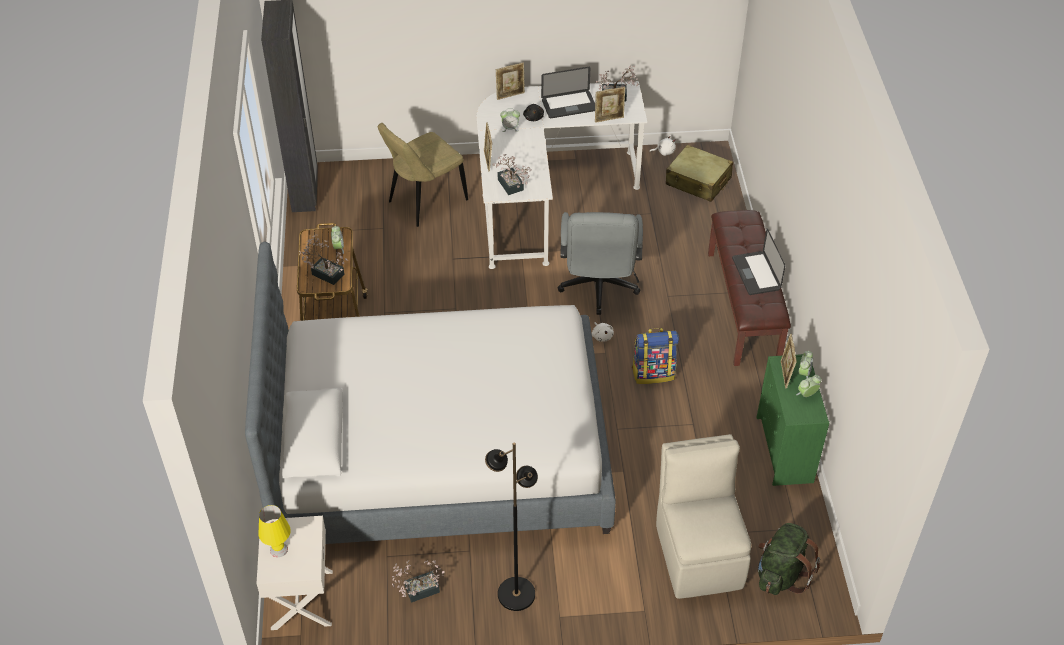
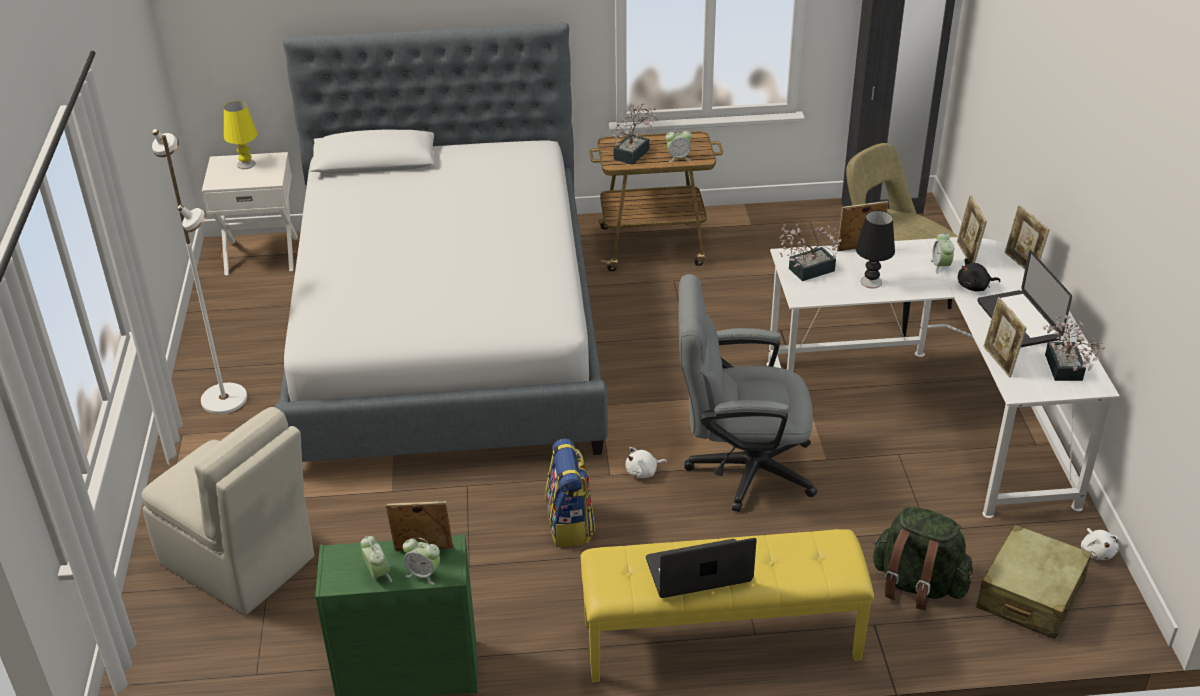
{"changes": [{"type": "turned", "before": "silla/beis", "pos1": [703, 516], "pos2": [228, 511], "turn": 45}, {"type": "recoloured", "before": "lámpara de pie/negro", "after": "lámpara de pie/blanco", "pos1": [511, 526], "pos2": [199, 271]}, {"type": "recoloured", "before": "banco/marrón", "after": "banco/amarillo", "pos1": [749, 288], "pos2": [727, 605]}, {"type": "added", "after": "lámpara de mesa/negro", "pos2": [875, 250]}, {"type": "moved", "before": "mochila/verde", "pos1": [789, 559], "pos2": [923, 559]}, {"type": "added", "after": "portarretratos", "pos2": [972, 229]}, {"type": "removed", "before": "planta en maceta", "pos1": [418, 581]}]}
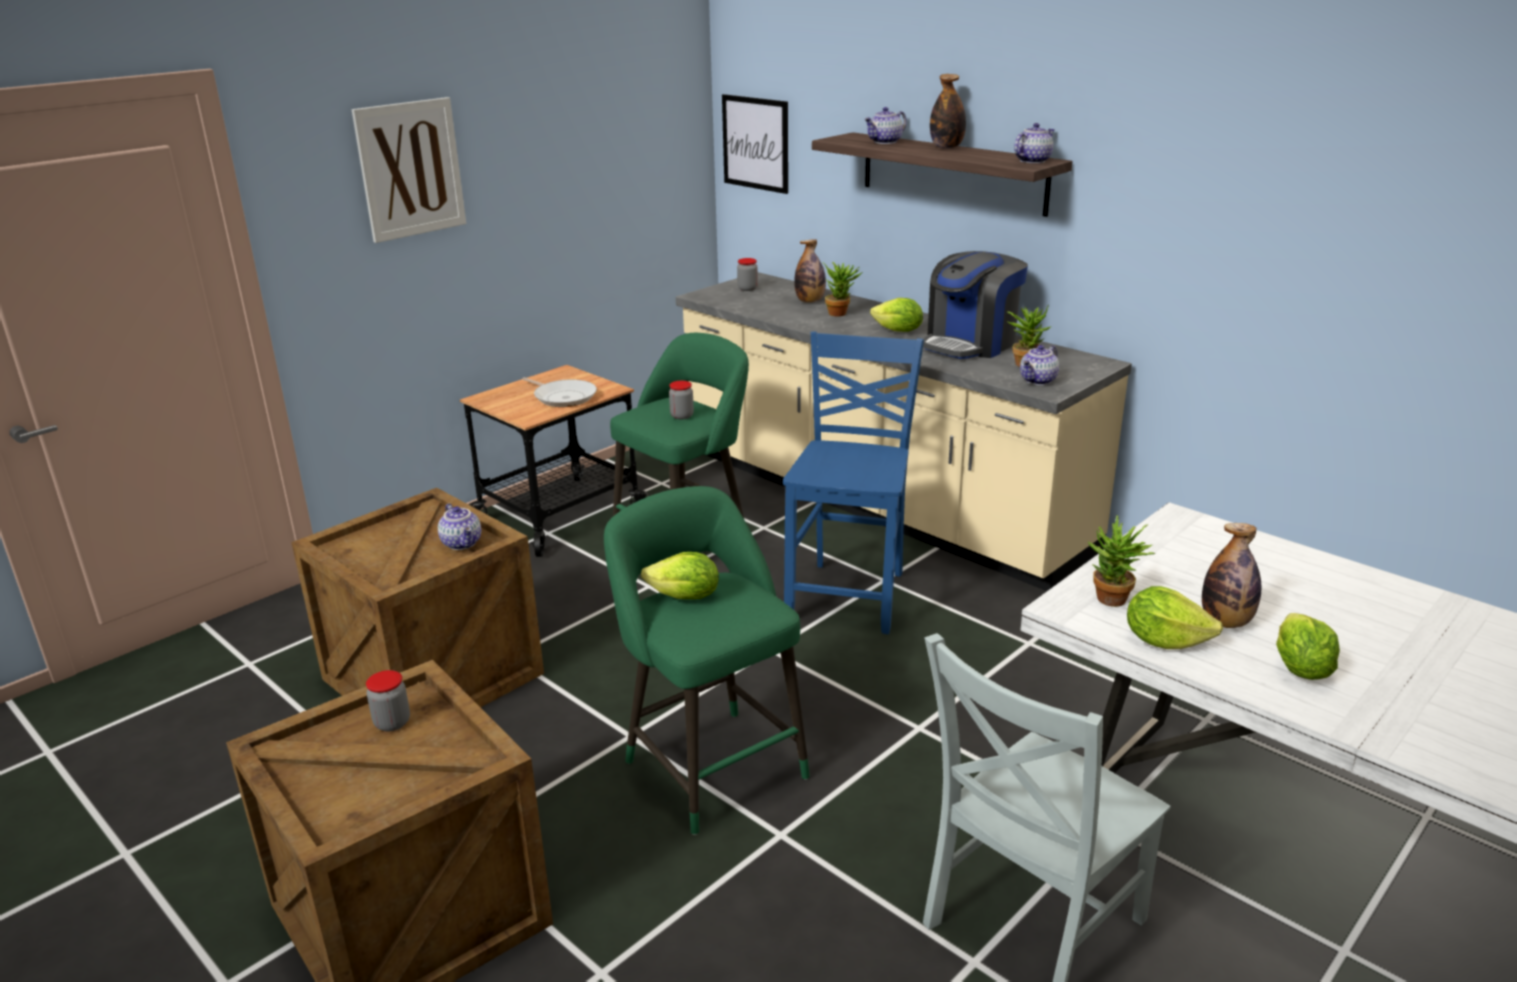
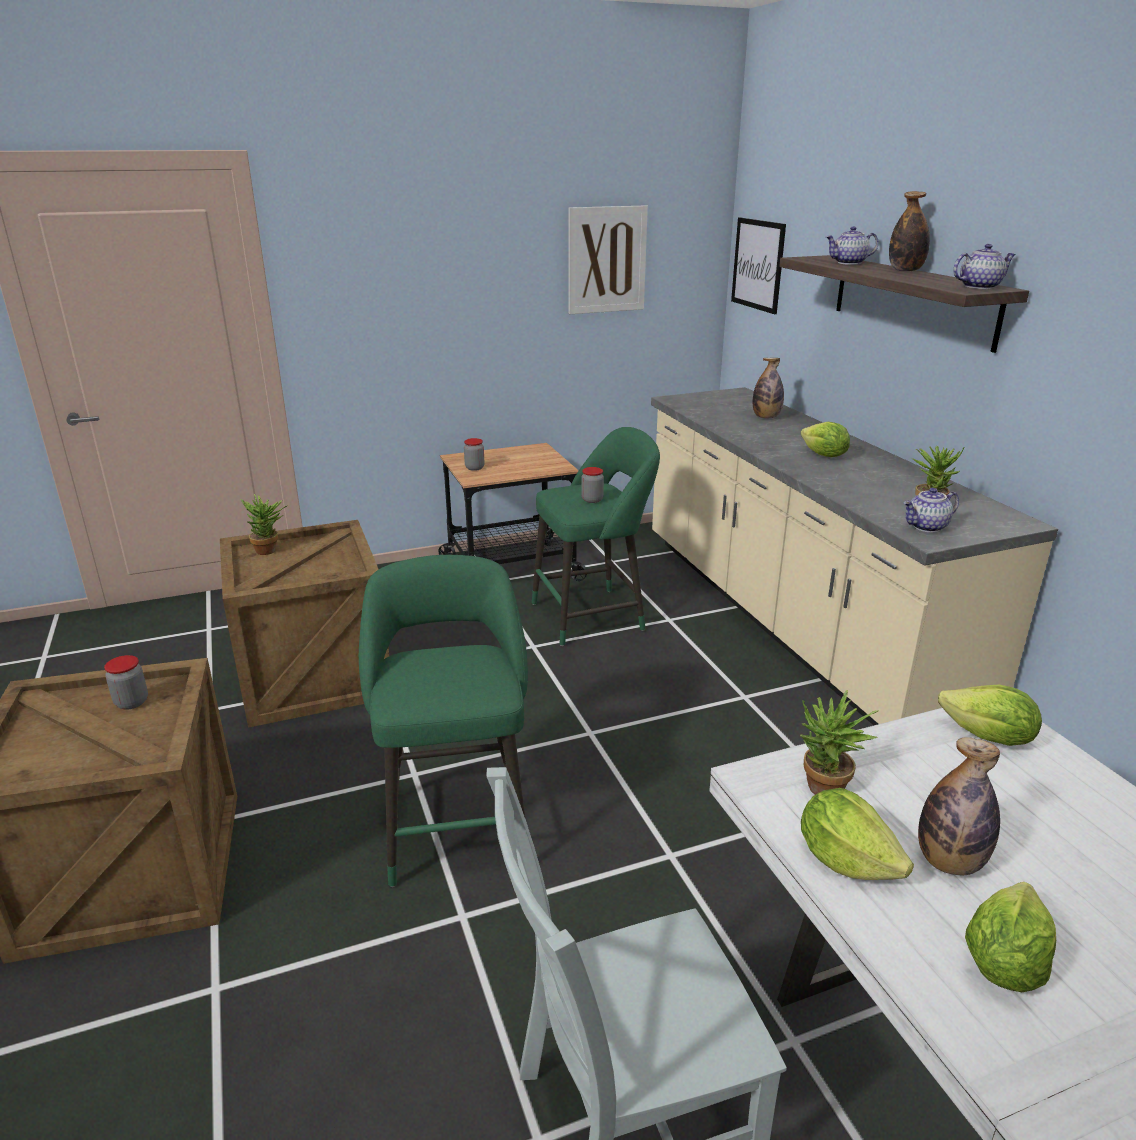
{"changes": [{"type": "moved", "before": "planta en maceta", "pos1": [842, 289], "pos2": [264, 524]}, {"type": "moved", "before": "tarro", "pos1": [747, 274], "pos2": [474, 454]}, {"type": "moved", "before": "cuadro", "pos1": [409, 170], "pos2": [608, 259]}, {"type": "moved", "before": "lechuga", "pos1": [680, 575], "pos2": [990, 715]}, {"type": "removed", "before": "tetera", "pos1": [459, 527]}, {"type": "removed", "before": "sartén", "pos1": [559, 392]}, {"type": "removed", "before": "silla/azul", "pos1": [853, 482]}, {"type": "removed", "before": "cafetera", "pos1": [975, 305]}]}
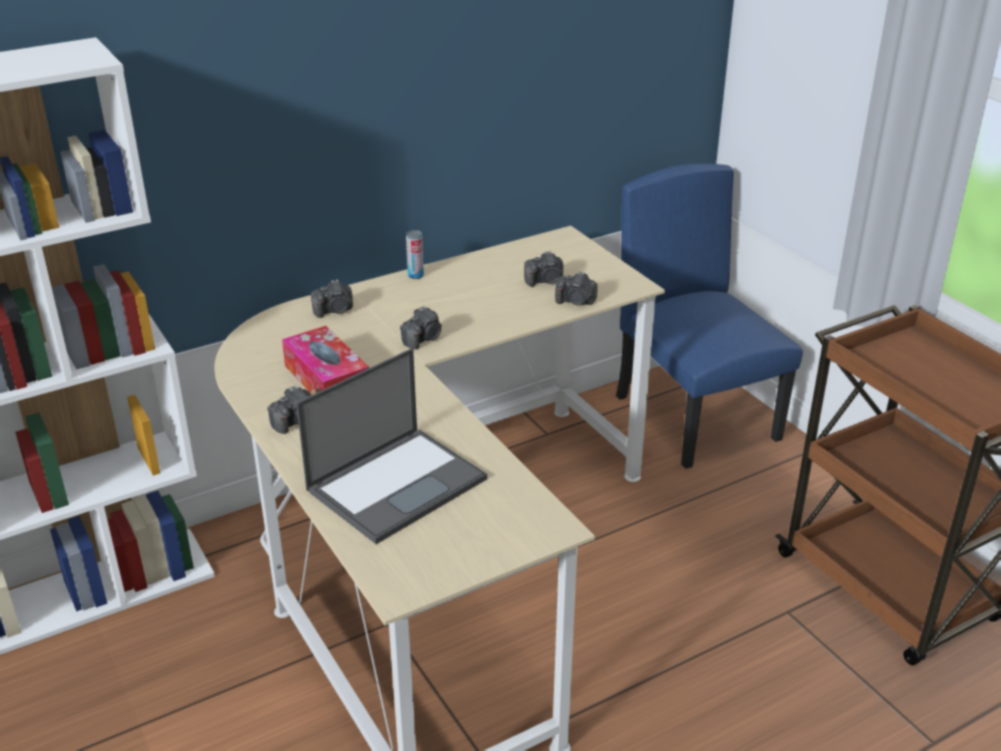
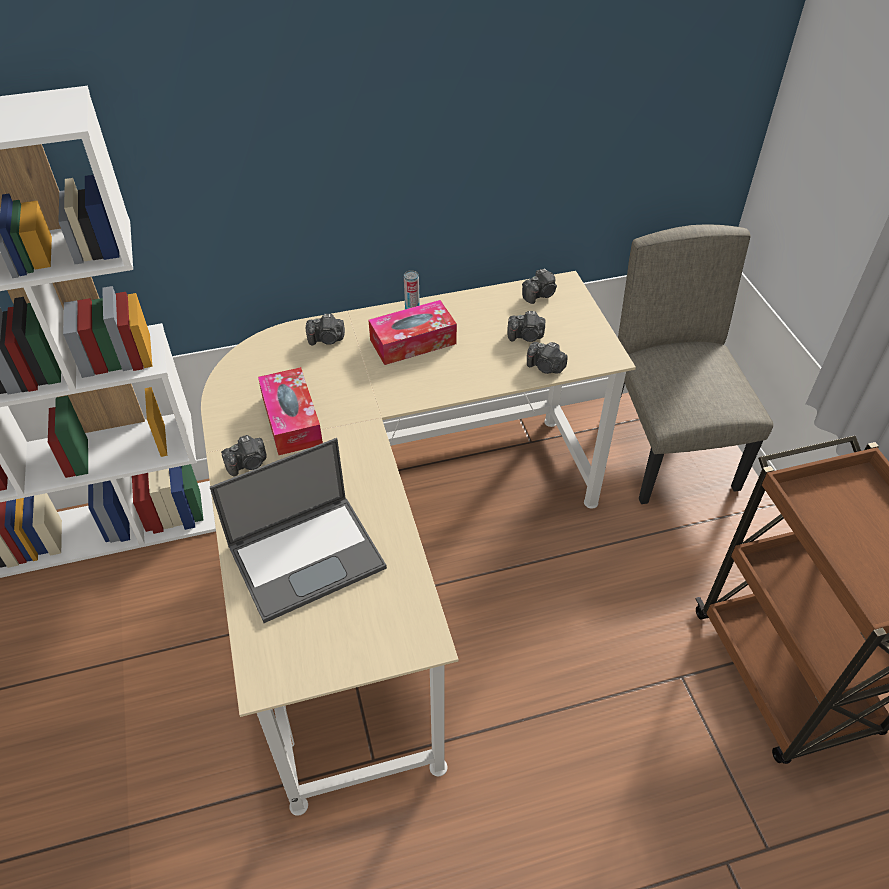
{"changes": [{"type": "added", "after": "caja de pañuelos", "pos2": [412, 332]}, {"type": "moved", "before": "cámara", "pos1": [421, 327], "pos2": [539, 286]}, {"type": "recoloured", "before": "silla/azul", "after": "silla/beis", "pos1": [709, 316], "pos2": [695, 364]}]}
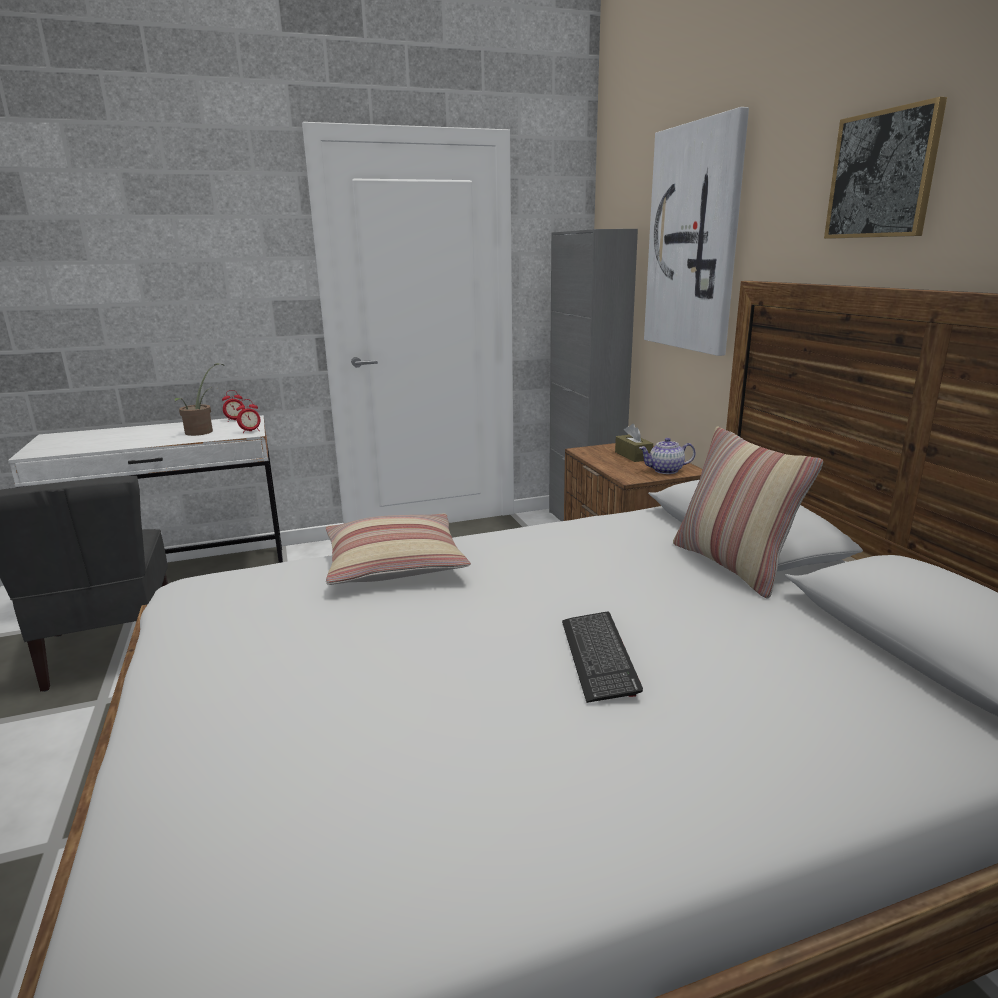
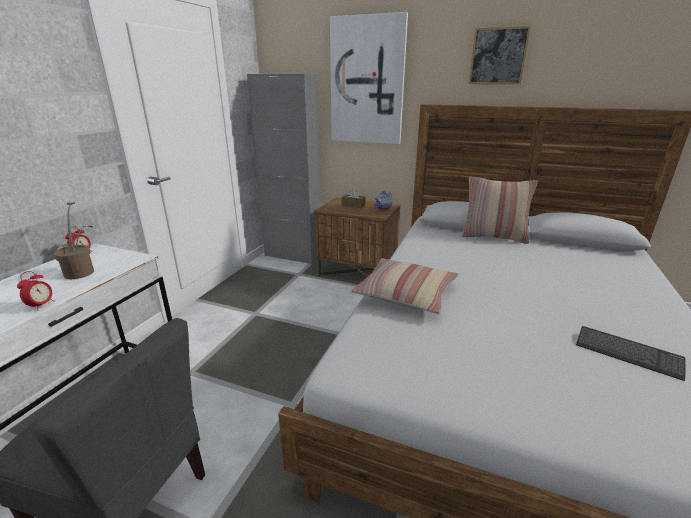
{"changes": [{"type": "moved", "before": "despertador", "pos1": [248, 416], "pos2": [35, 291]}, {"type": "moved", "before": "teclado", "pos1": [602, 657], "pos2": [631, 353]}]}
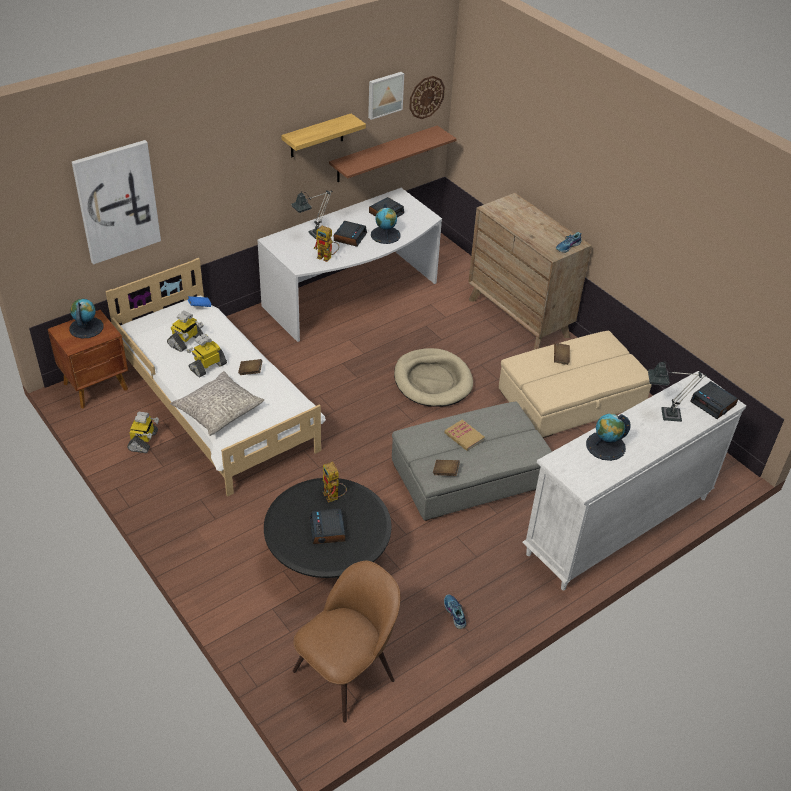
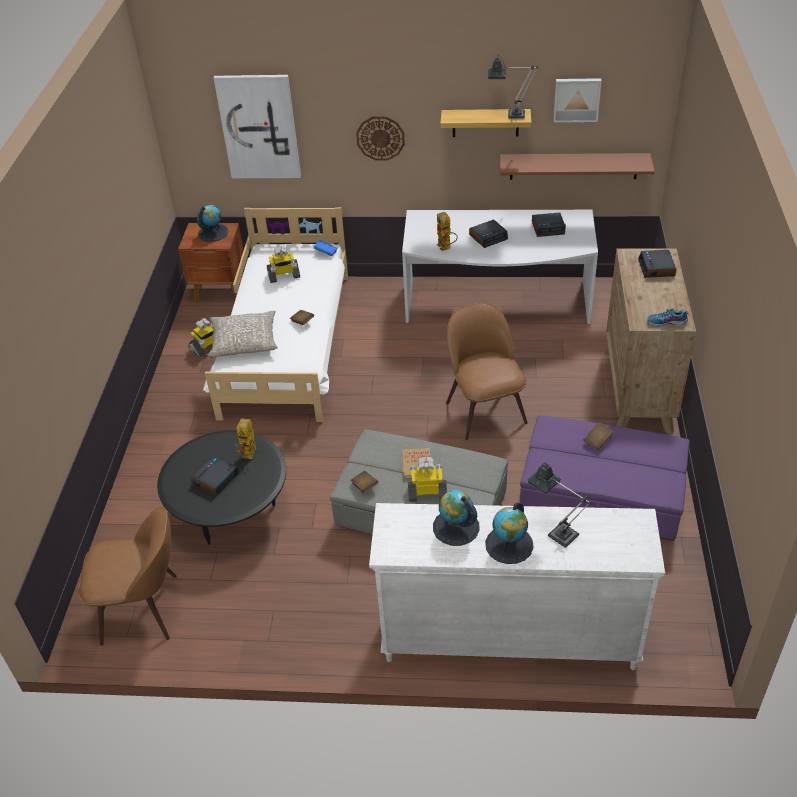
{"changes": [{"type": "moved", "before": "reloj de pared", "pos1": [427, 97], "pos2": [380, 138]}, {"type": "moved", "before": "robot de juguete", "pos1": [207, 355], "pos2": [427, 479]}, {"type": "replaced", "before": "cama para perro/beis", "after": "silla/marrón", "pos1": [433, 377], "pos2": [487, 371]}, {"type": "moved", "before": "globo terráqueo", "pos1": [386, 223], "pos2": [509, 533]}, {"type": "moved", "before": "lámpara de mesa", "pos1": [311, 214], "pos2": [513, 87]}, {"type": "recoloured", "before": "puf/beis", "after": "puf/morado", "pos1": [575, 384], "pos2": [605, 478]}, {"type": "moved", "before": "despertador", "pos1": [714, 400], "pos2": [657, 264]}, {"type": "removed", "before": "zapato", "pos1": [455, 611]}]}
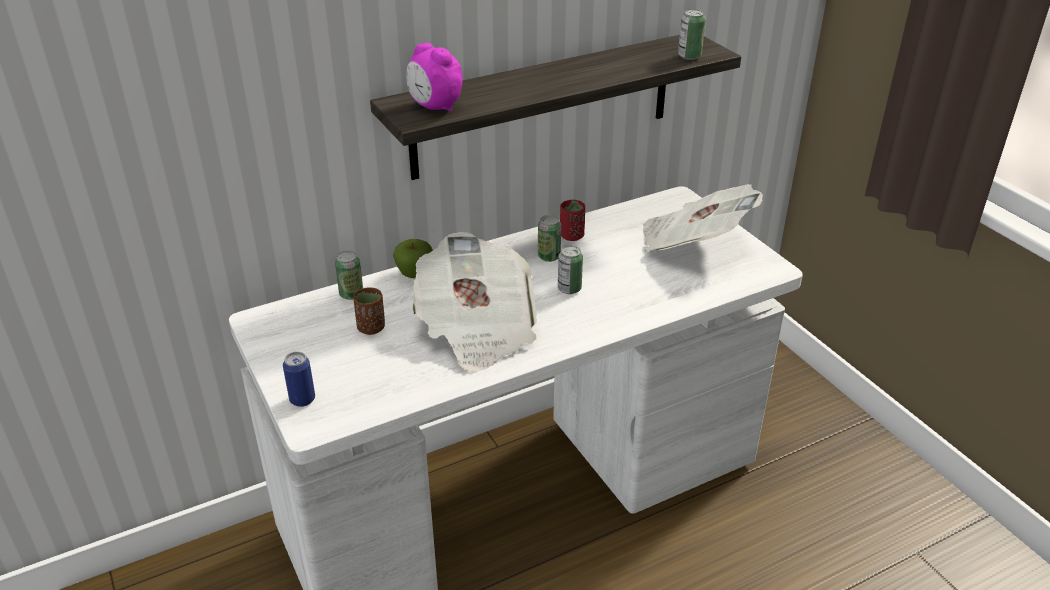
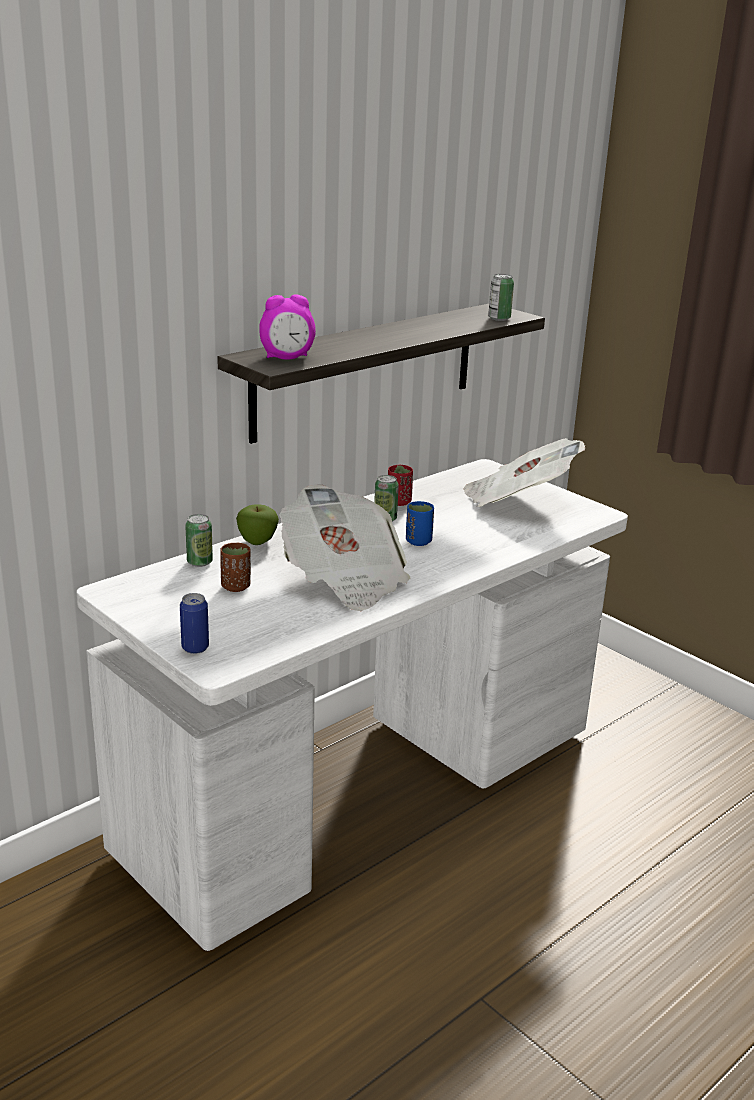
{"changes": [{"type": "turned", "before": "despertador", "pos1": [434, 77], "pos2": [287, 327], "turn": -45}, {"type": "replaced", "before": "lata", "after": "taza/azul", "pos1": [570, 270], "pos2": [420, 523]}]}
